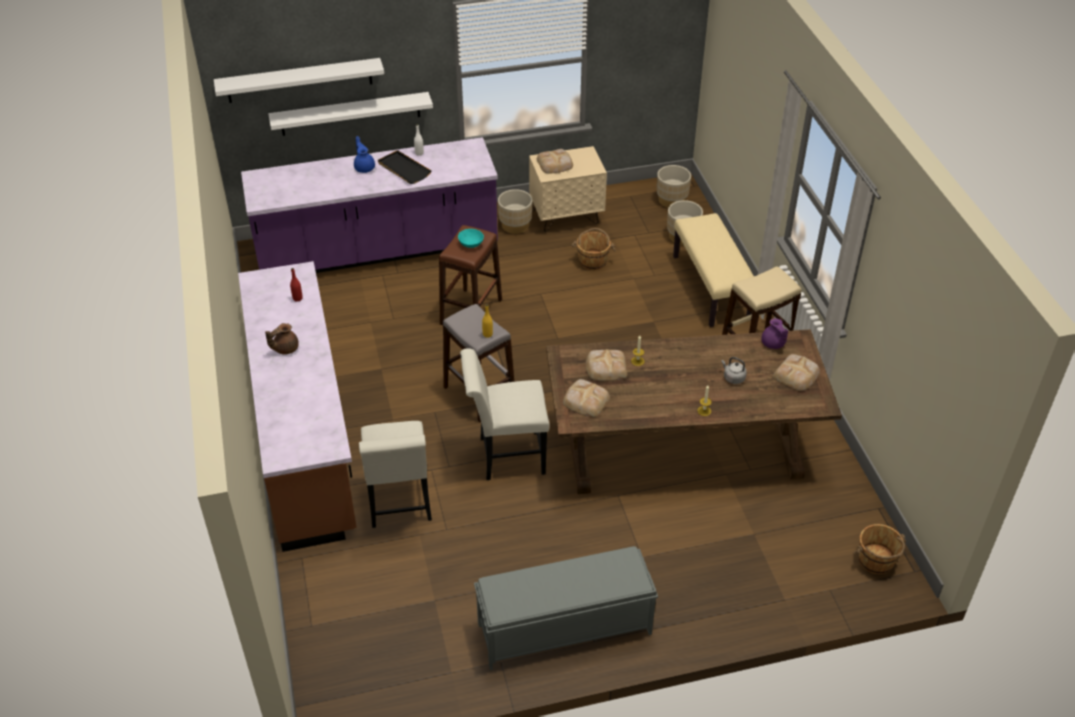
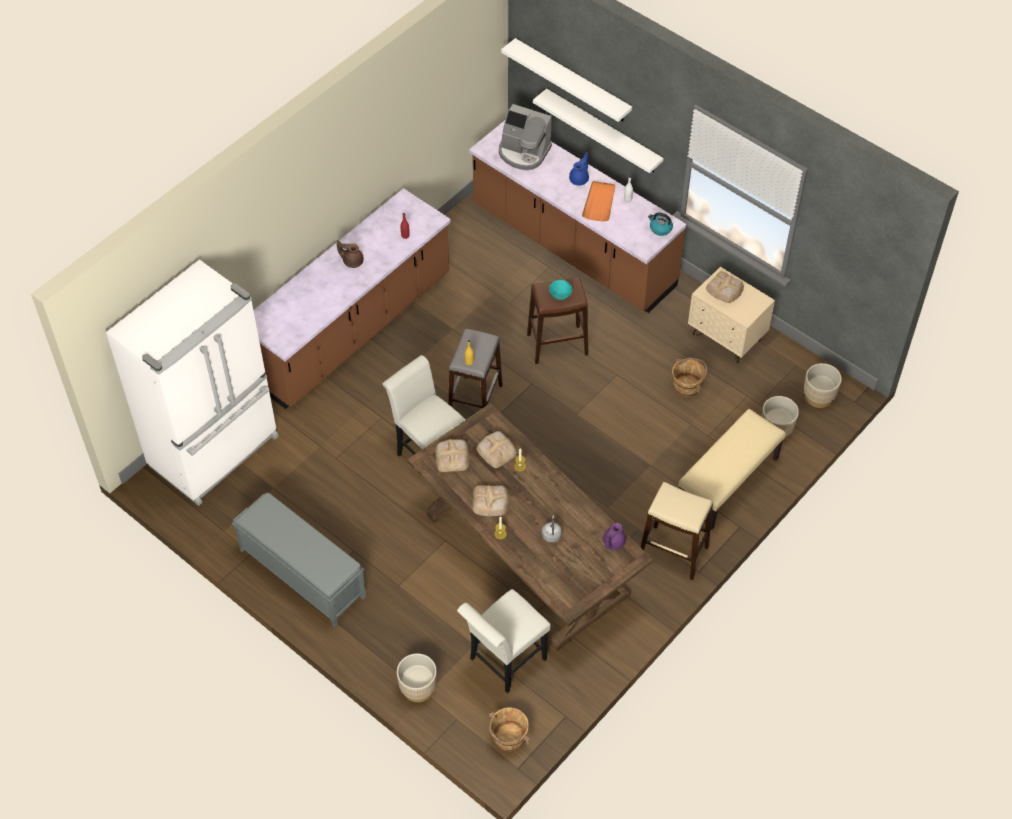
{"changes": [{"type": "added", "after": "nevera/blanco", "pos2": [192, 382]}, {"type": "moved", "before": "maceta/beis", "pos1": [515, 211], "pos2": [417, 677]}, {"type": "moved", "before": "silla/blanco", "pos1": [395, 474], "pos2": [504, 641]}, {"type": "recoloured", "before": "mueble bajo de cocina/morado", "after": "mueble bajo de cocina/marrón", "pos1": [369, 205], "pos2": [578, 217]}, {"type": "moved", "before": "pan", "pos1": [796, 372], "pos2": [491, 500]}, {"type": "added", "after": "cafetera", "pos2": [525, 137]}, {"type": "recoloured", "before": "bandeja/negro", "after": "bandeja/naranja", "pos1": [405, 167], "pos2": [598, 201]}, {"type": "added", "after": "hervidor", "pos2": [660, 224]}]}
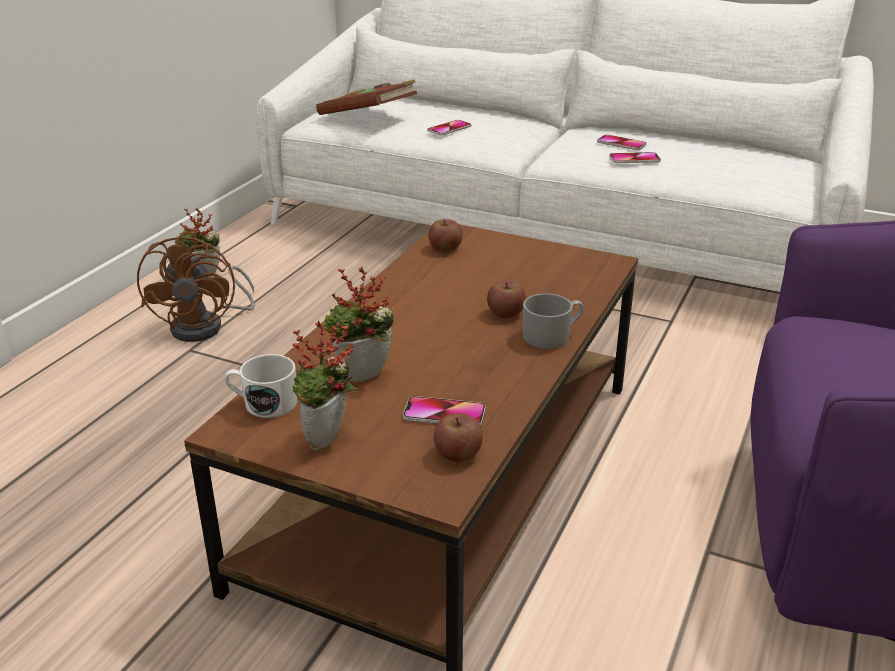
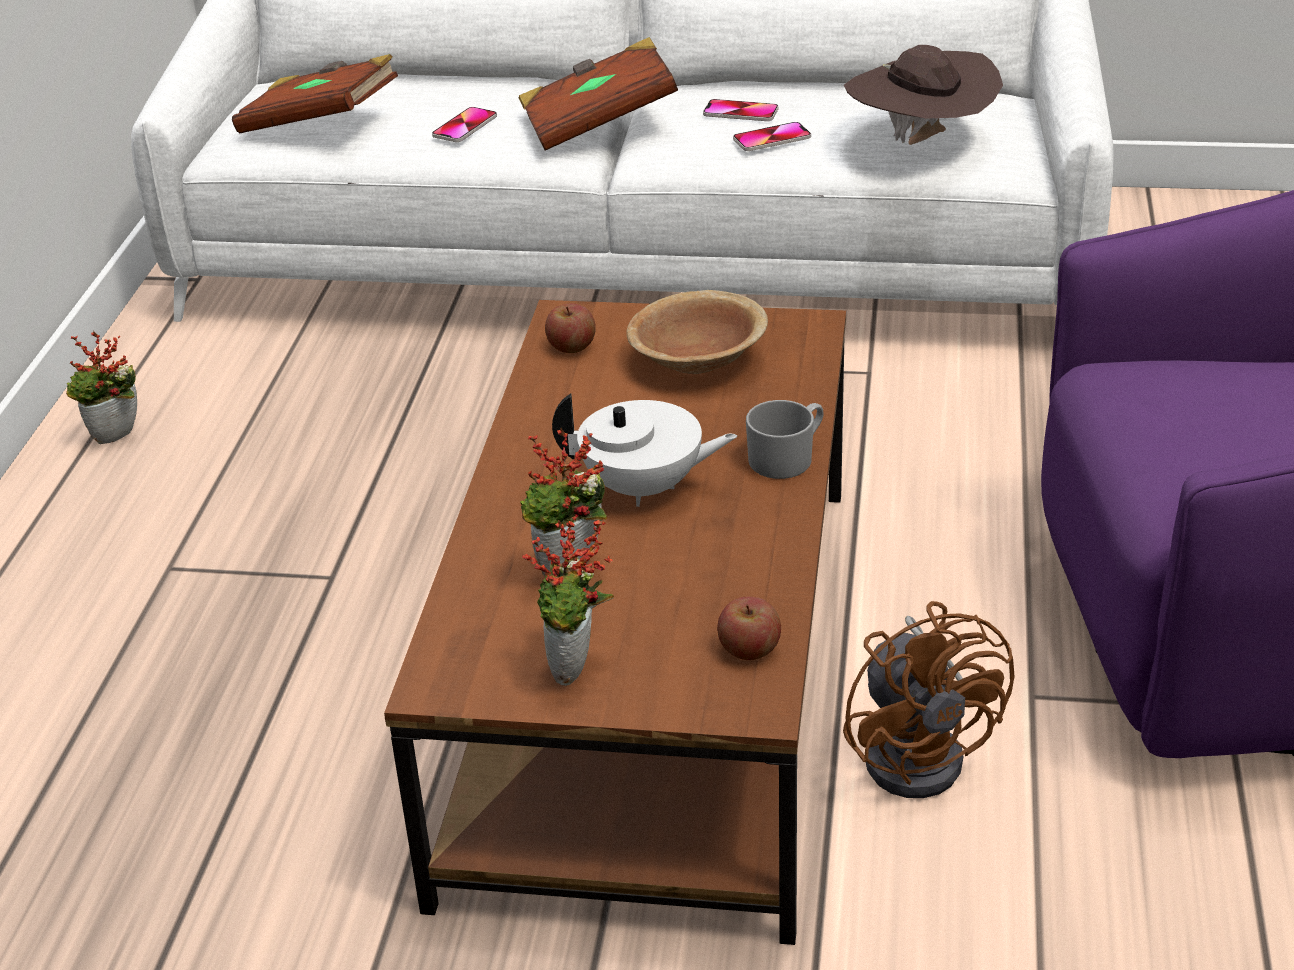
{"changes": [{"type": "added", "after": "libro/marrón", "pos2": [598, 94]}, {"type": "added", "after": "tetera/blanco", "pos2": [644, 450]}, {"type": "added", "after": "cuenco/marrón", "pos2": [697, 332]}, {"type": "moved", "before": "ventilador/marrón", "pos1": [196, 286], "pos2": [929, 699]}, {"type": "added", "after": "sombrero/marrón", "pos2": [923, 95]}, {"type": "removed", "before": "taza grande/blanco", "pos1": [261, 386]}, {"type": "removed", "before": "móvil", "pos1": [444, 411]}, {"type": "removed", "before": "manzana", "pos1": [506, 299]}]}
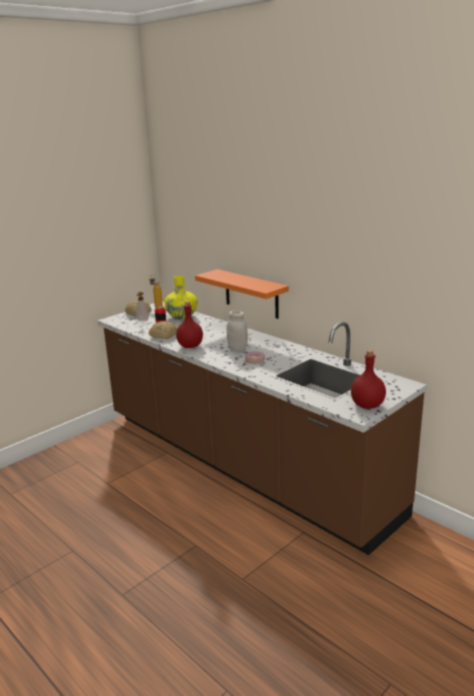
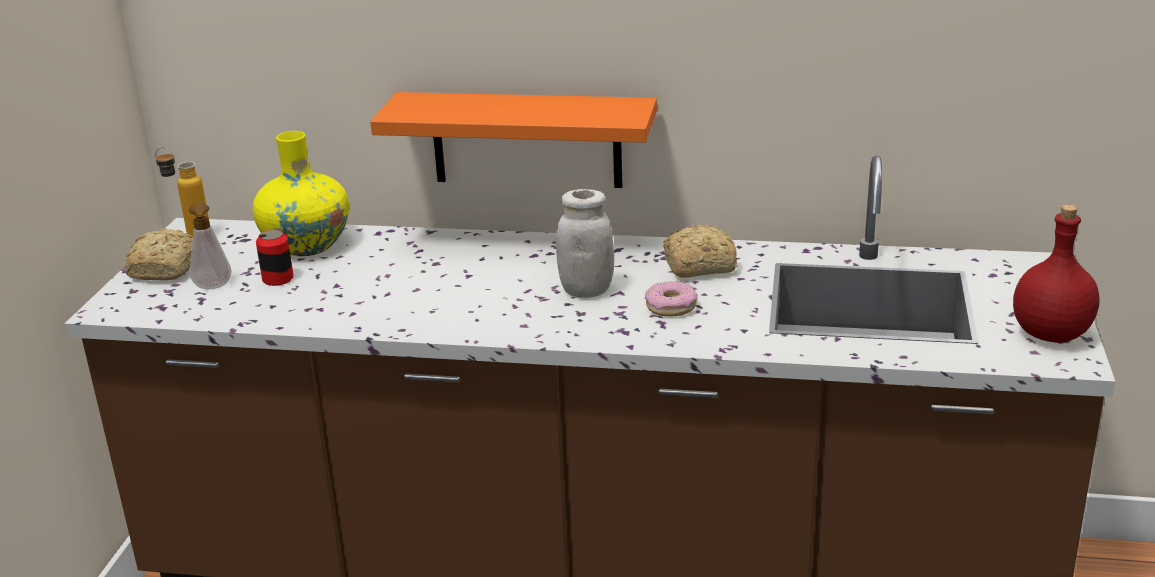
{"changes": [{"type": "moved", "before": "pan", "pos1": [163, 330], "pos2": [700, 251]}, {"type": "removed", "before": "botella/rojo", "pos1": [189, 324]}]}
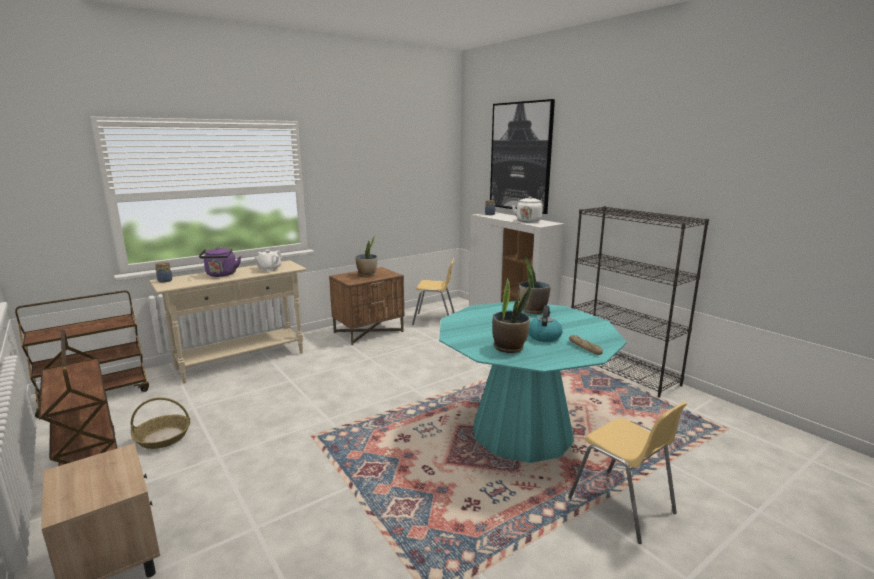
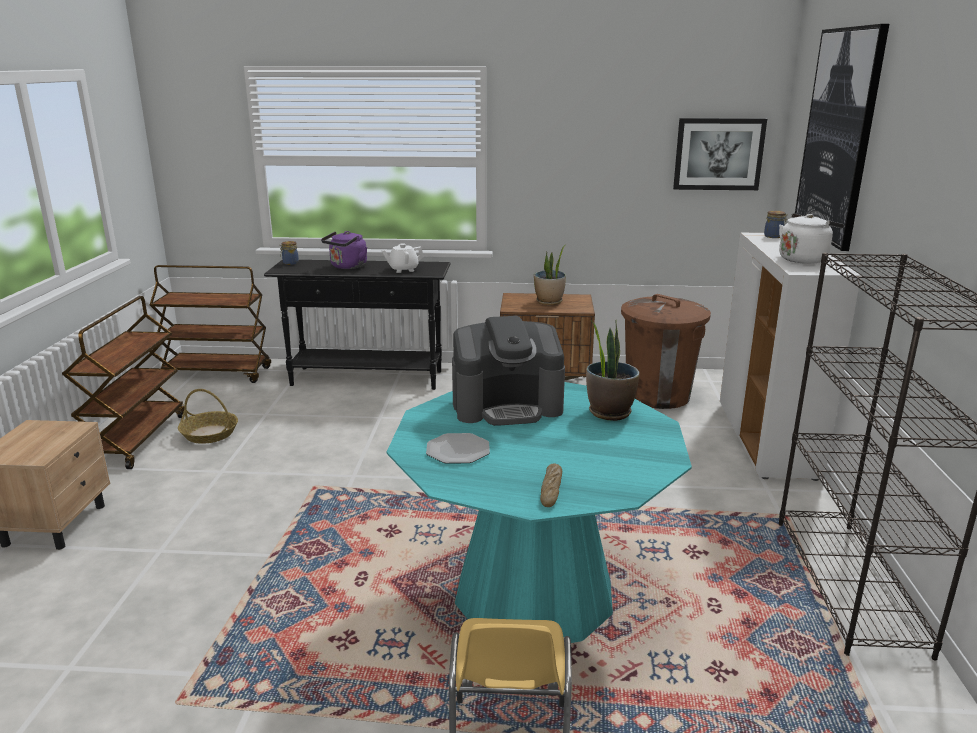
{"changes": [{"type": "recoloured", "before": "mesa consola/beis", "after": "mesa consola/negro", "pos1": [227, 322], "pos2": [357, 325]}, {"type": "replaced", "before": "planta en maceta", "after": "plato", "pos1": [511, 315], "pos2": [458, 448]}, {"type": "added", "after": "cafetera", "pos2": [508, 371]}, {"type": "replaced", "before": "silla/amarillo", "after": "papelera/marrón", "pos1": [433, 291], "pos2": [666, 351]}, {"type": "added", "after": "cuadro", "pos2": [720, 154]}, {"type": "removed", "before": "hervidor", "pos1": [545, 323]}]}
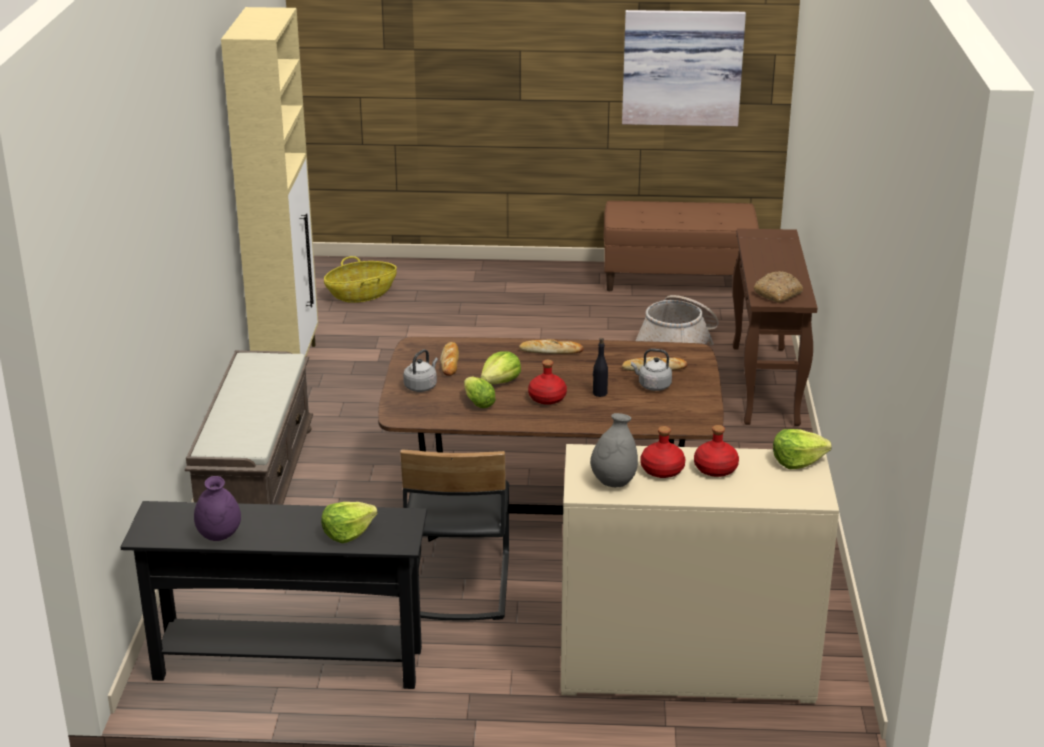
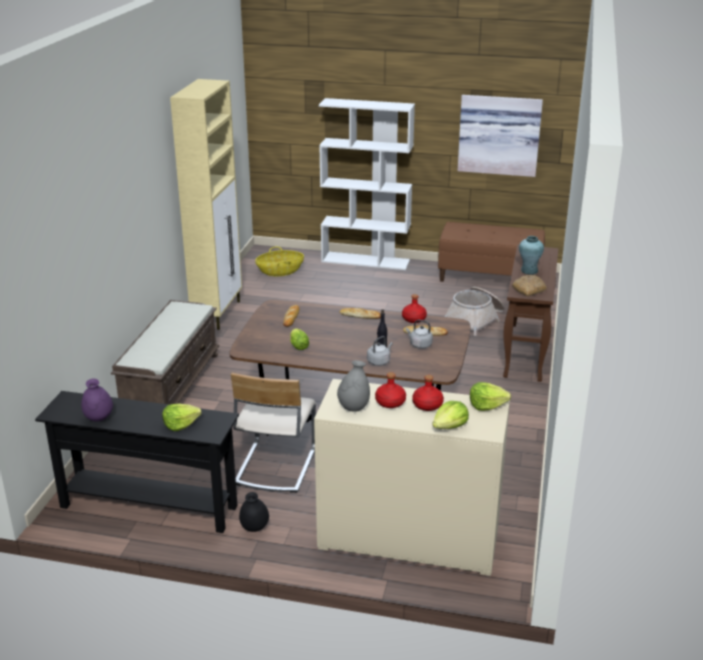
{"changes": [{"type": "recoloured", "before": "silla/negro", "after": "silla/beis", "pos1": [454, 535], "pos2": [273, 432]}, {"type": "added", "after": "florero/negro", "pos2": [254, 512]}, {"type": "added", "after": "estantería/blanco", "pos2": [367, 184]}, {"type": "moved", "before": "hervidor/gris", "pos1": [420, 370], "pos2": [380, 351]}, {"type": "moved", "before": "botella/rojo", "pos1": [547, 382], "pos2": [414, 308]}, {"type": "moved", "before": "lechuga", "pos1": [500, 367], "pos2": [450, 415]}, {"type": "added", "after": "florero/turquesa", "pos2": [531, 255]}]}
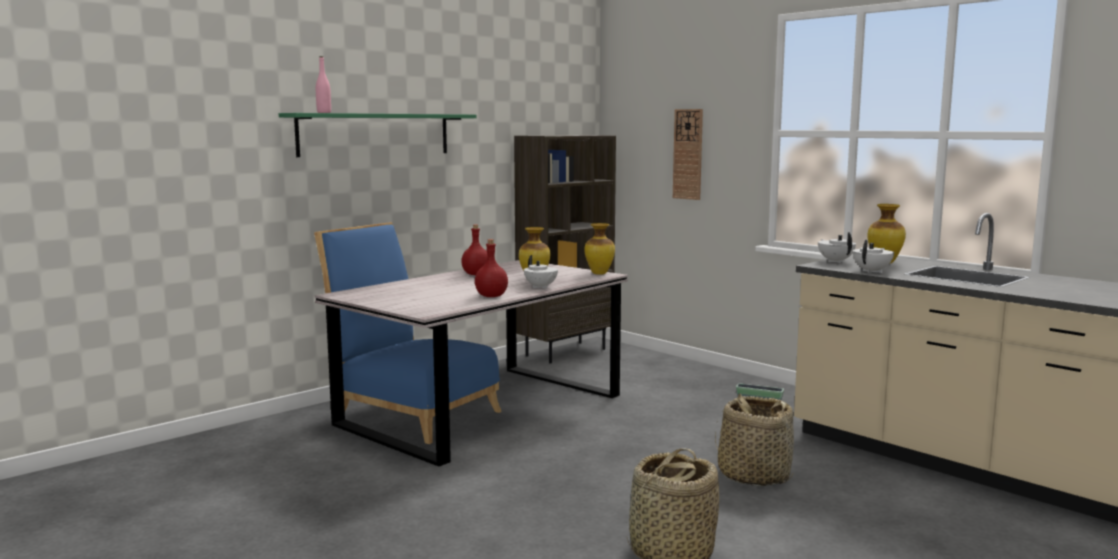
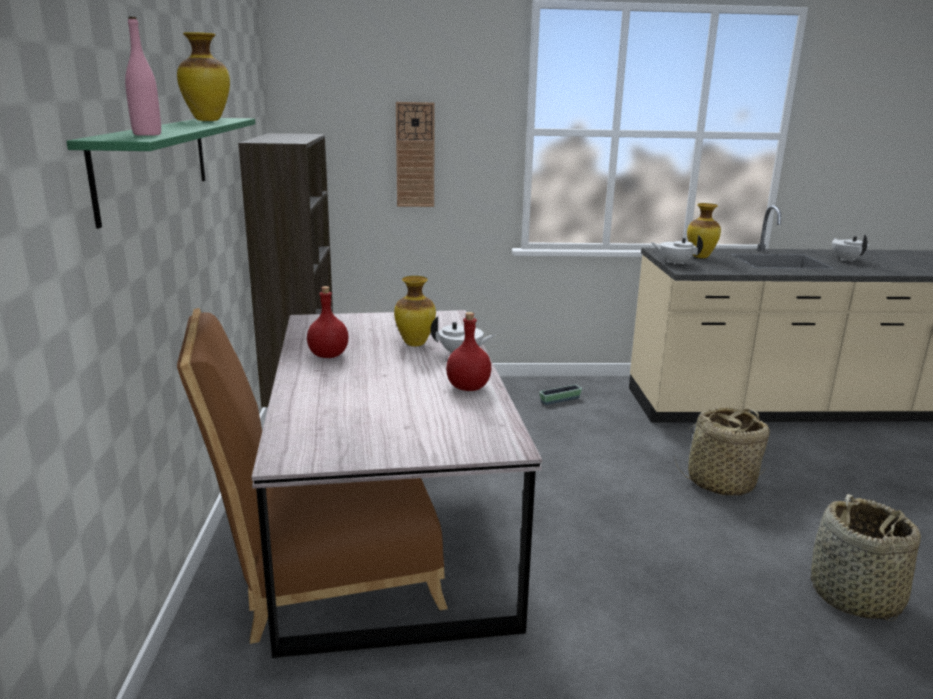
{"changes": [{"type": "moved", "before": "florero", "pos1": [599, 249], "pos2": [203, 76]}, {"type": "recoloured", "before": "silla/azul", "after": "silla/marrón", "pos1": [408, 333], "pos2": [312, 476]}, {"type": "moved", "before": "tetera/blanco", "pos1": [873, 256], "pos2": [850, 248]}]}
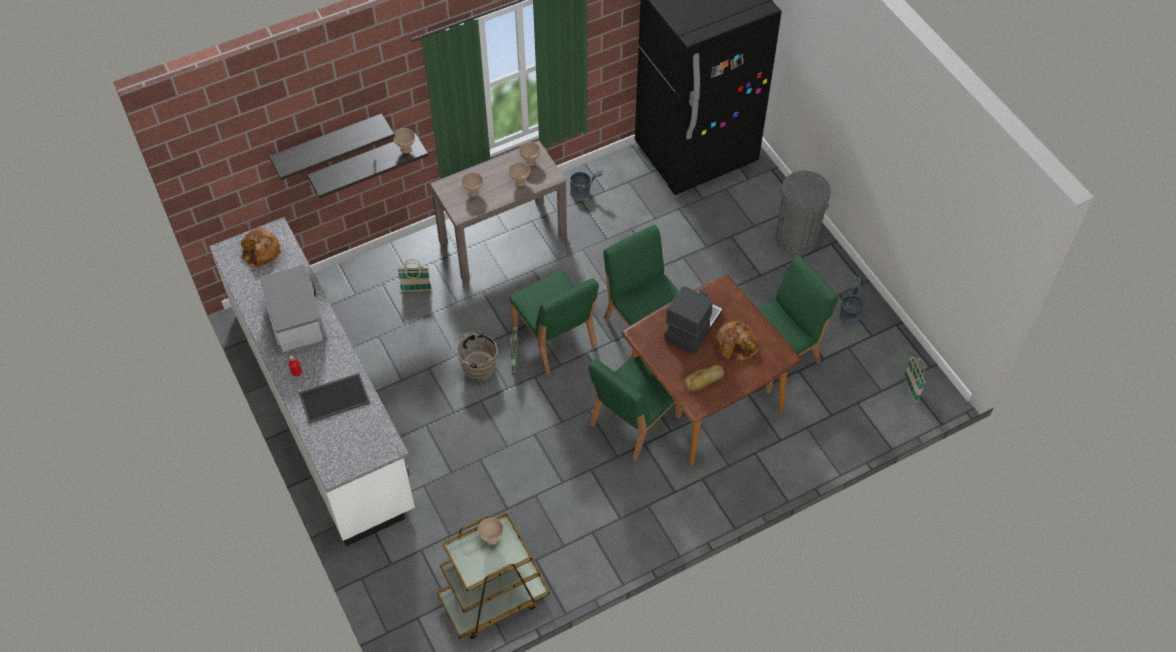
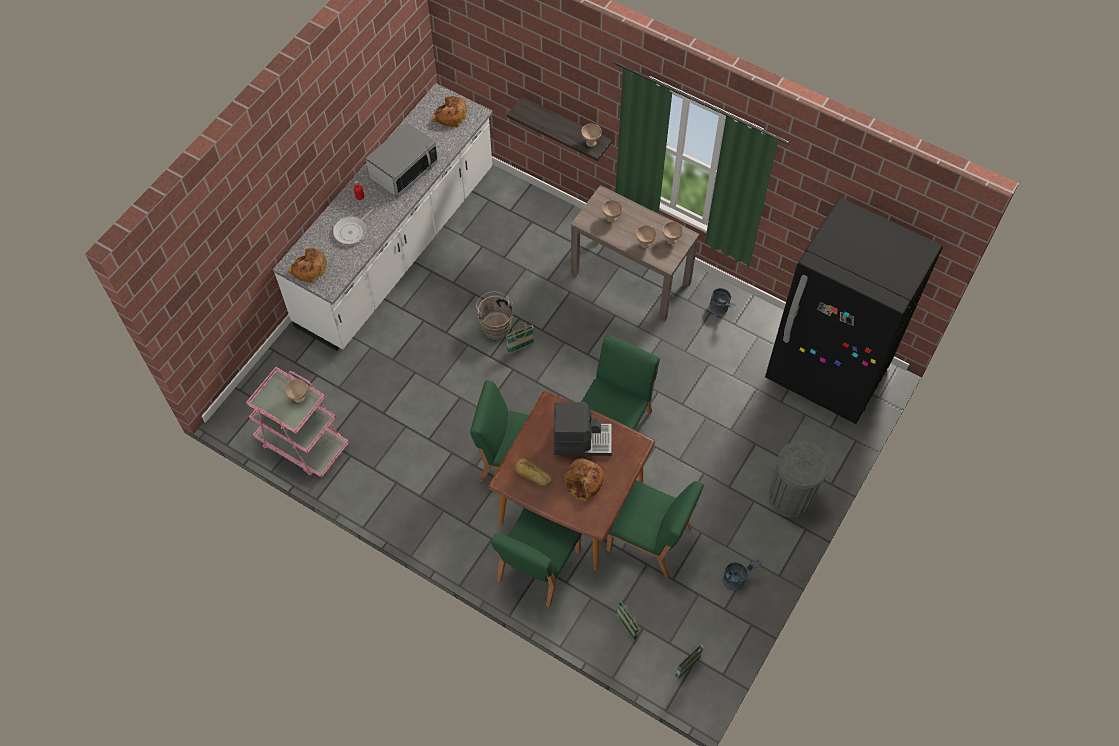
{"changes": [{"type": "recoloured", "before": "carrito/marrón", "after": "carrito/rosa", "pos1": [493, 575], "pos2": [297, 422]}, {"type": "added", "after": "pan", "pos2": [307, 265]}, {"type": "replaced", "before": "bandeja", "after": "sartén", "pos1": [334, 398], "pos2": [354, 225]}, {"type": "moved", "before": "silla/verde", "pos1": [554, 321], "pos2": [536, 557]}, {"type": "moved", "before": "cesta", "pos1": [414, 275], "pos2": [627, 621]}, {"type": "removed", "before": "estante", "pos1": [332, 146]}]}
